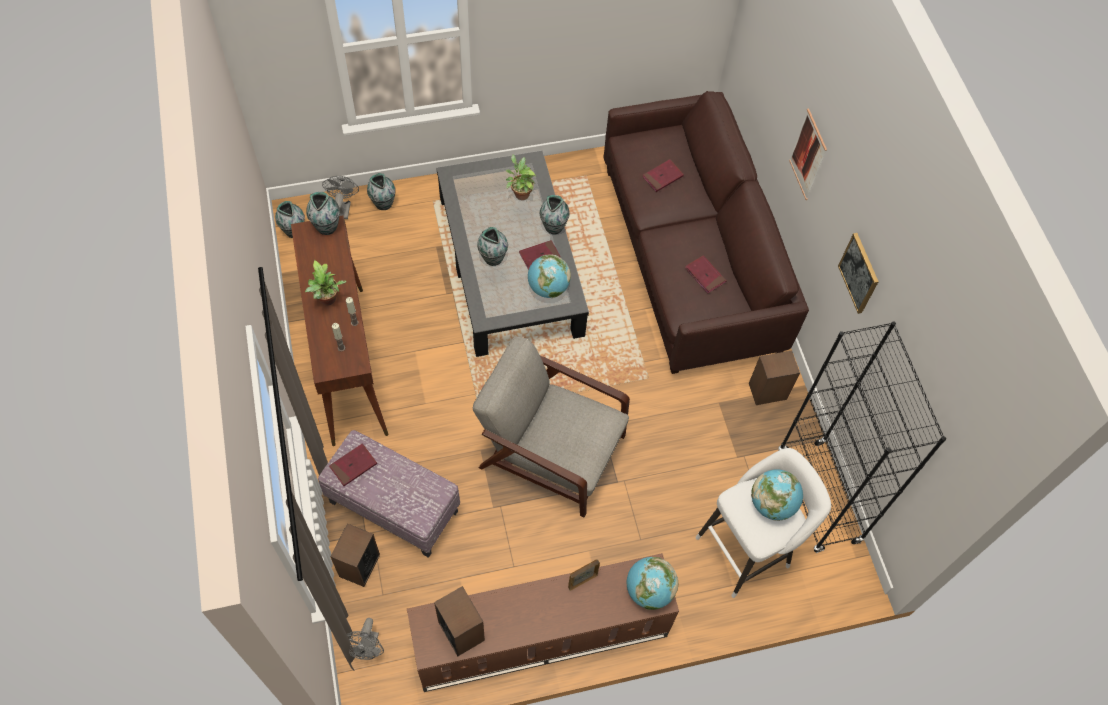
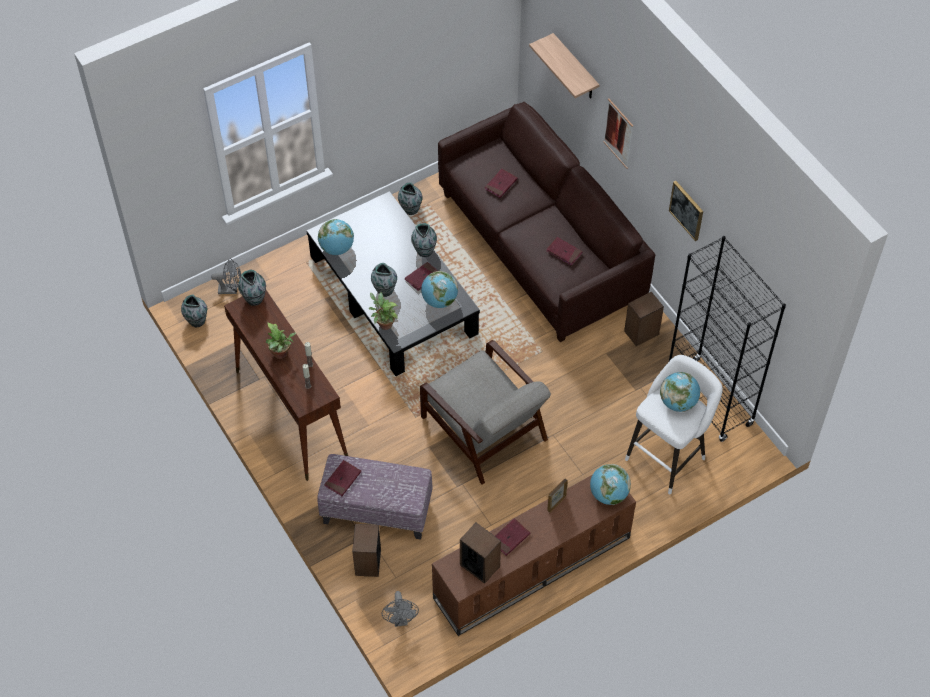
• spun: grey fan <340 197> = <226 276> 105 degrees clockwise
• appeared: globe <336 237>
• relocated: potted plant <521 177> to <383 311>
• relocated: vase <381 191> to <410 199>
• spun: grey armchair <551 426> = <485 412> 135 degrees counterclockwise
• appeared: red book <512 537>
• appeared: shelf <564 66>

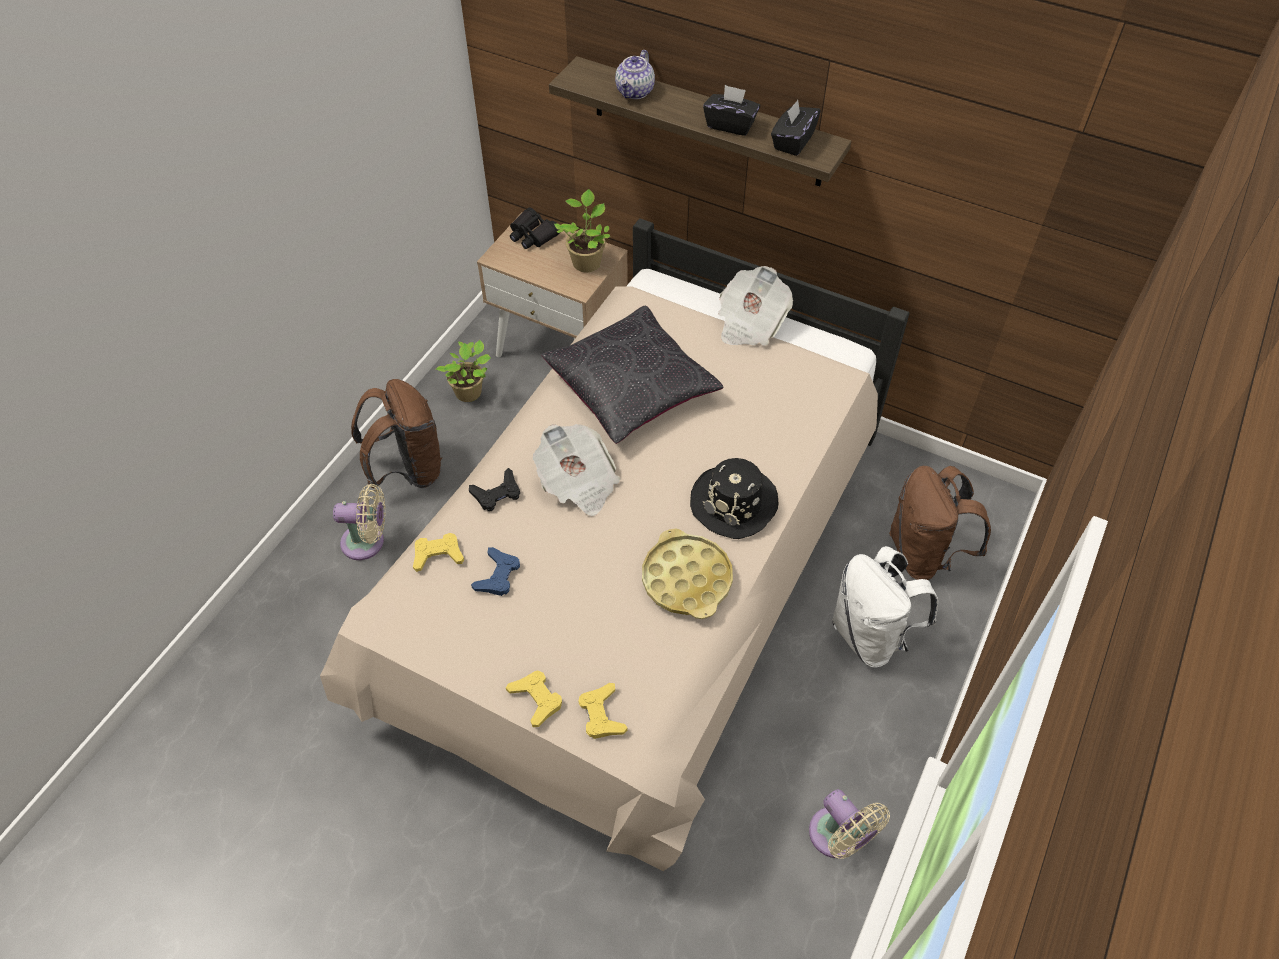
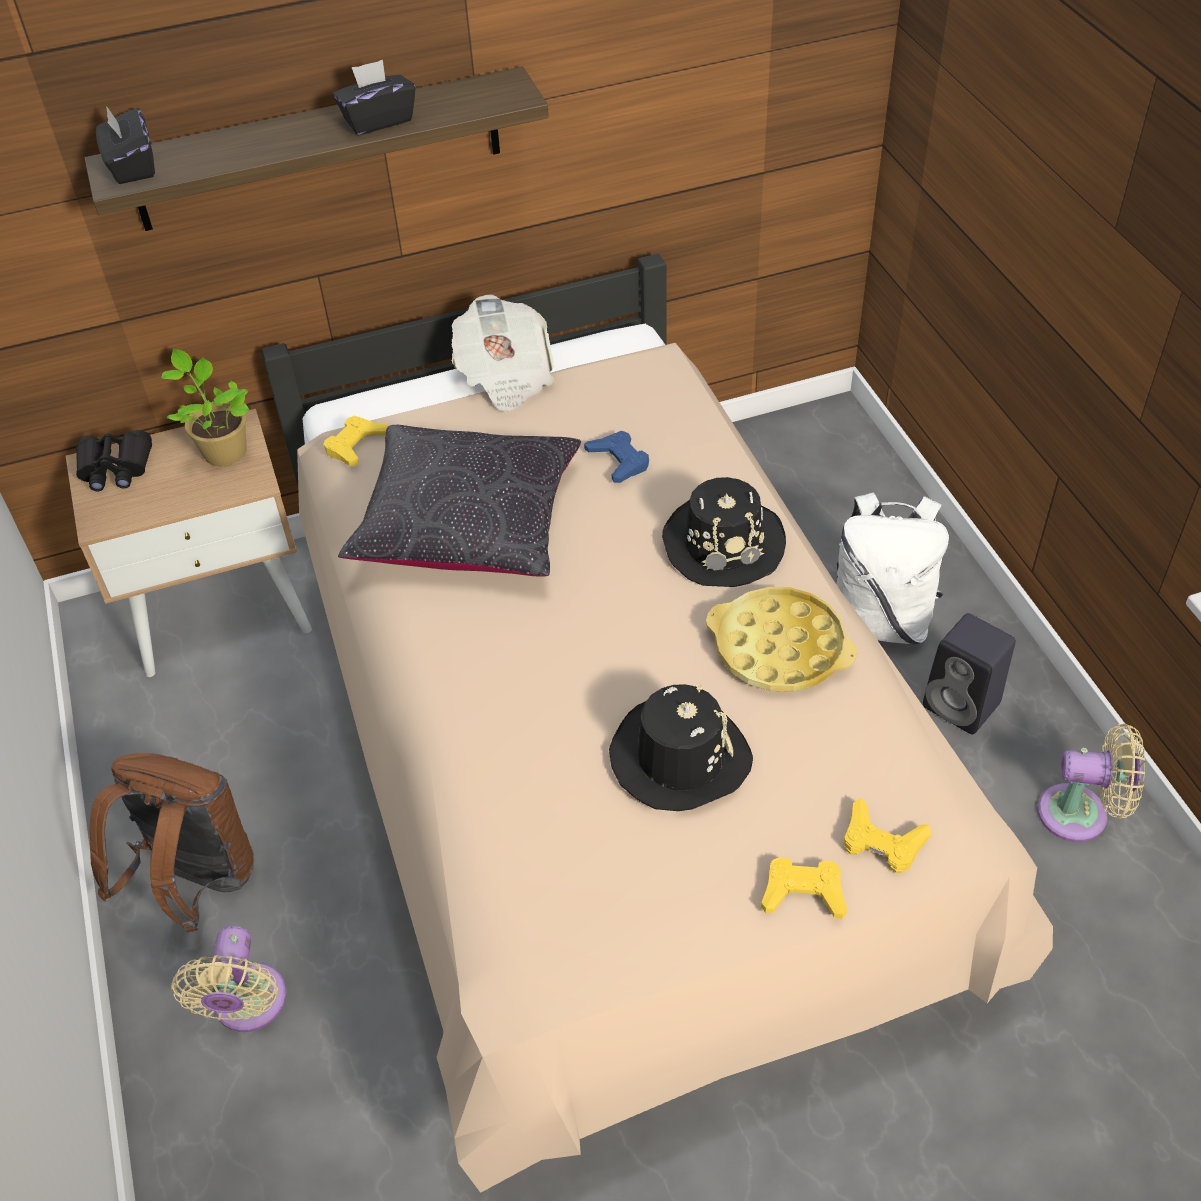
• relocated: black tissue box <796 128> to <125 145>
• spun: beige fan <359 522> = <228 979> 135 degrees clockwise
• relocated: yellow game controller <438 552> to <355 441>
• relocated: blue game controller <495 571> to <616 457>
• appeared: black hat <681 747>
• appeared: black speaker <969 674>
• missing: potted plant <463 371>
• missing: black game controller <494 490>
• missing: newspaper <576 470>
• missing: teapot <635 74>
• missing: brown backpack <940 523>

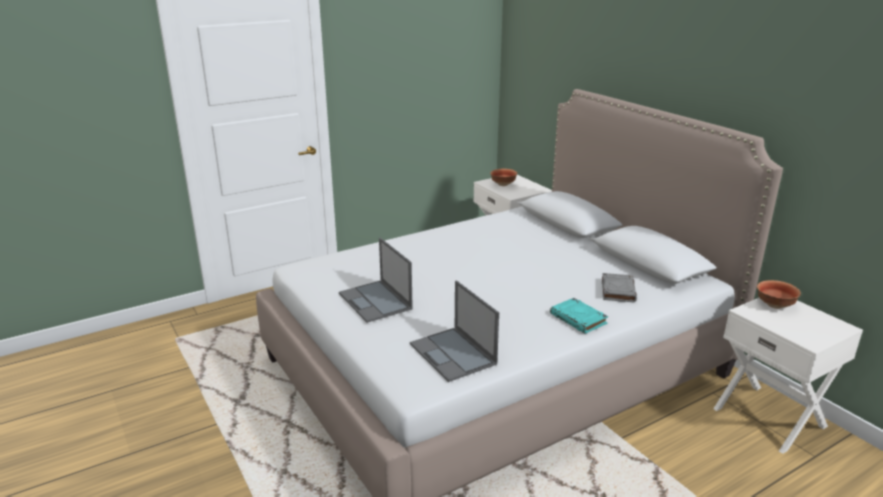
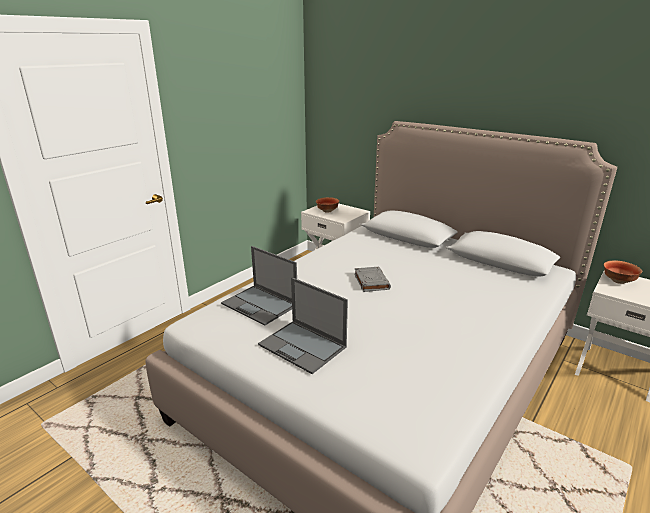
• relocated: laptop <454 331> to <259 286>
• relocated: grey book <619 287> to <372 279>
• missing: turquoise book <579 316>

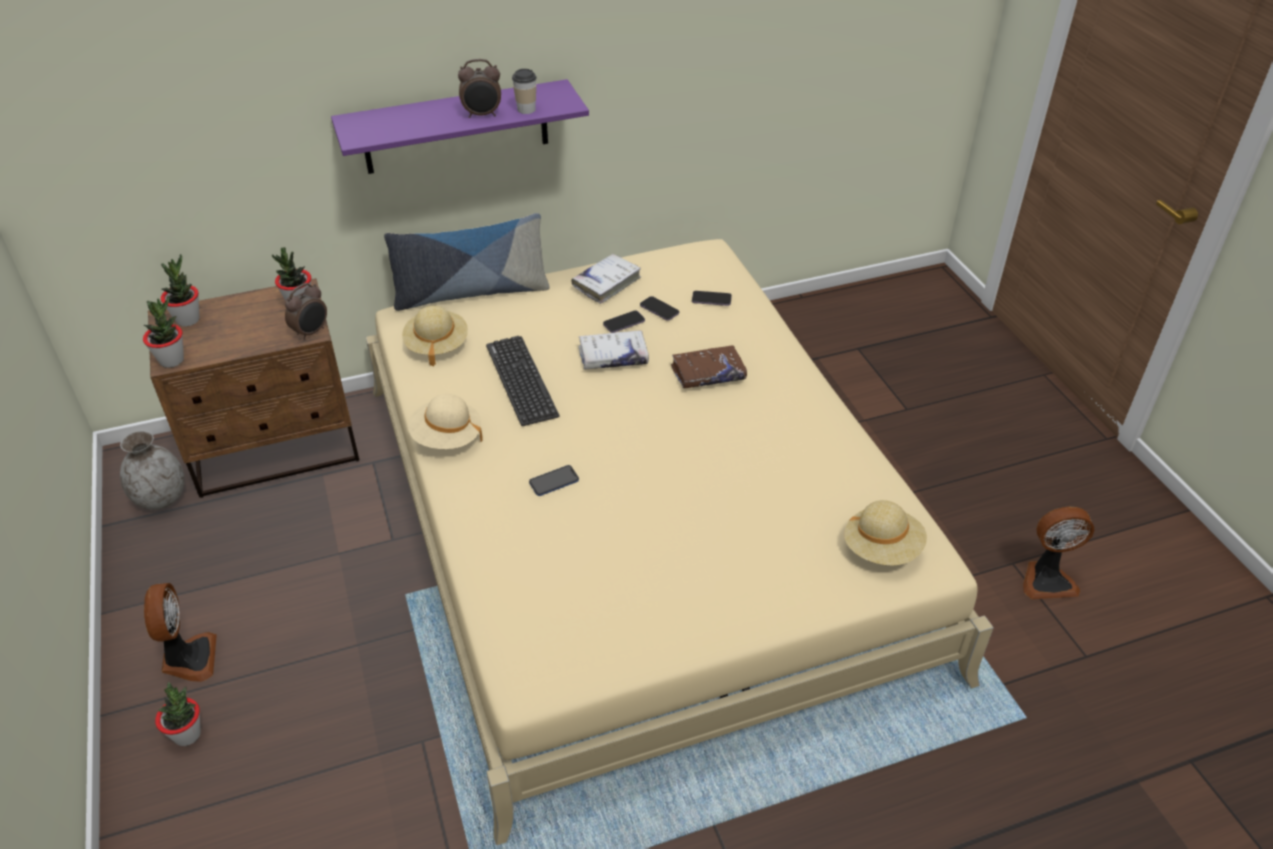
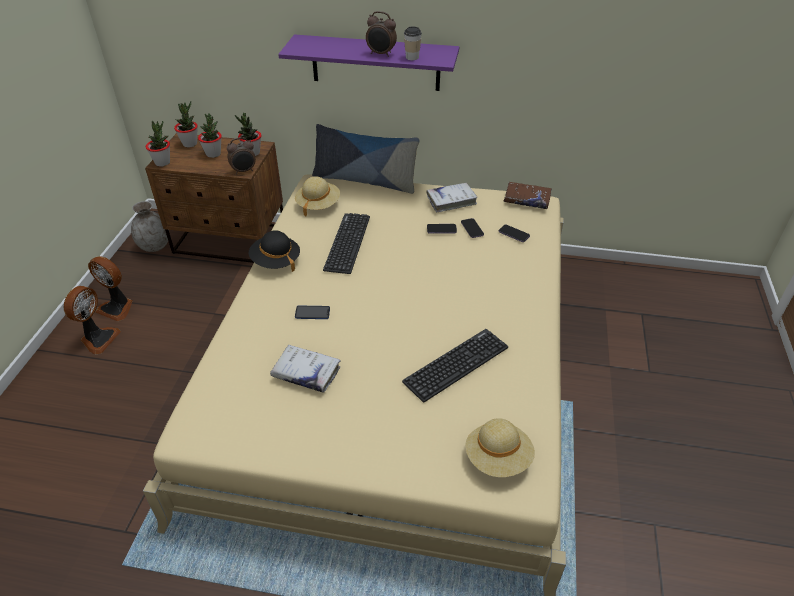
• relocated: fan <1058 552> to <110 288>
• relocated: potted plant <178 714> to <210 135>
• colour: beige hat <445 421> to black hat <274 251>
• relocated: white book <614 350> to <305 369>
• appeared: keyboard <455 365>
• relocated: brown book <709 367> to <527 195>

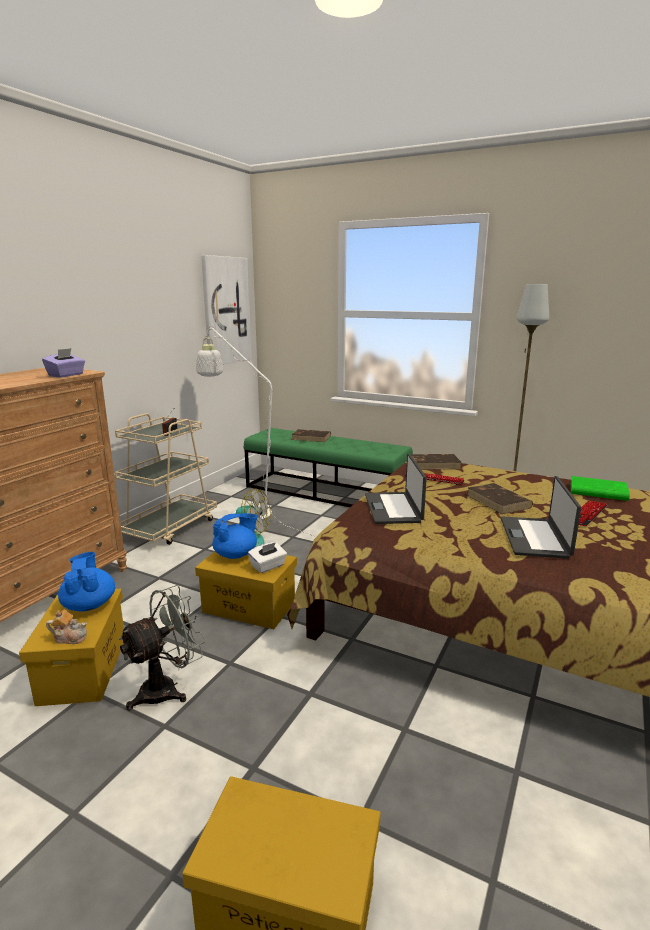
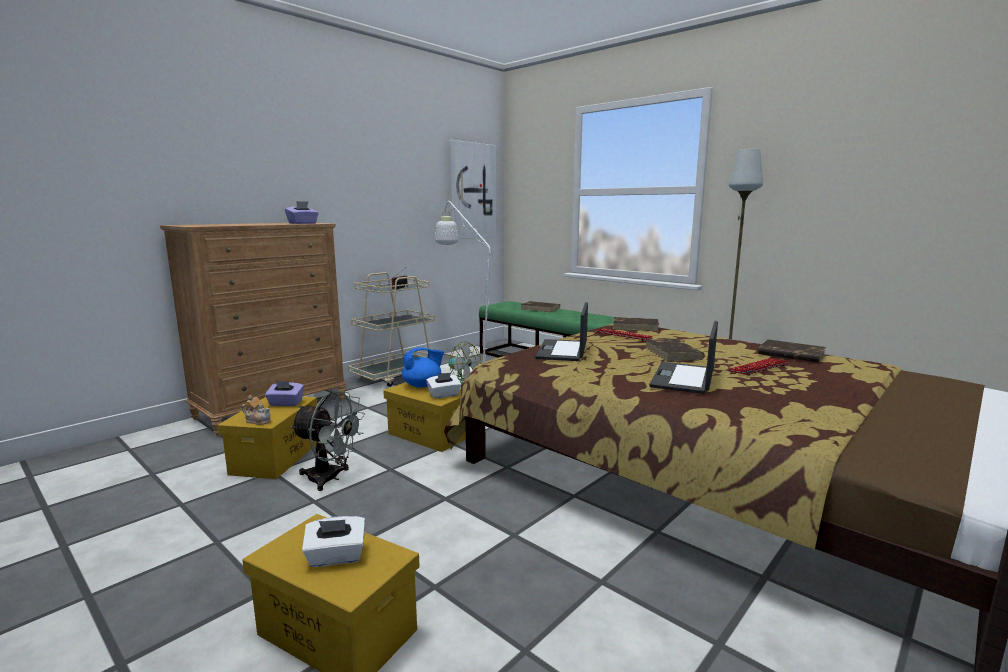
• exchanged: blue teapot <86 582> to purple tissue box <284 393>
• spun: grey fan <162 648> = <327 440> 45 degrees clockwise
• appeared: white tissue box <333 541>
• colour: green book <600 488> to brown book <792 351>

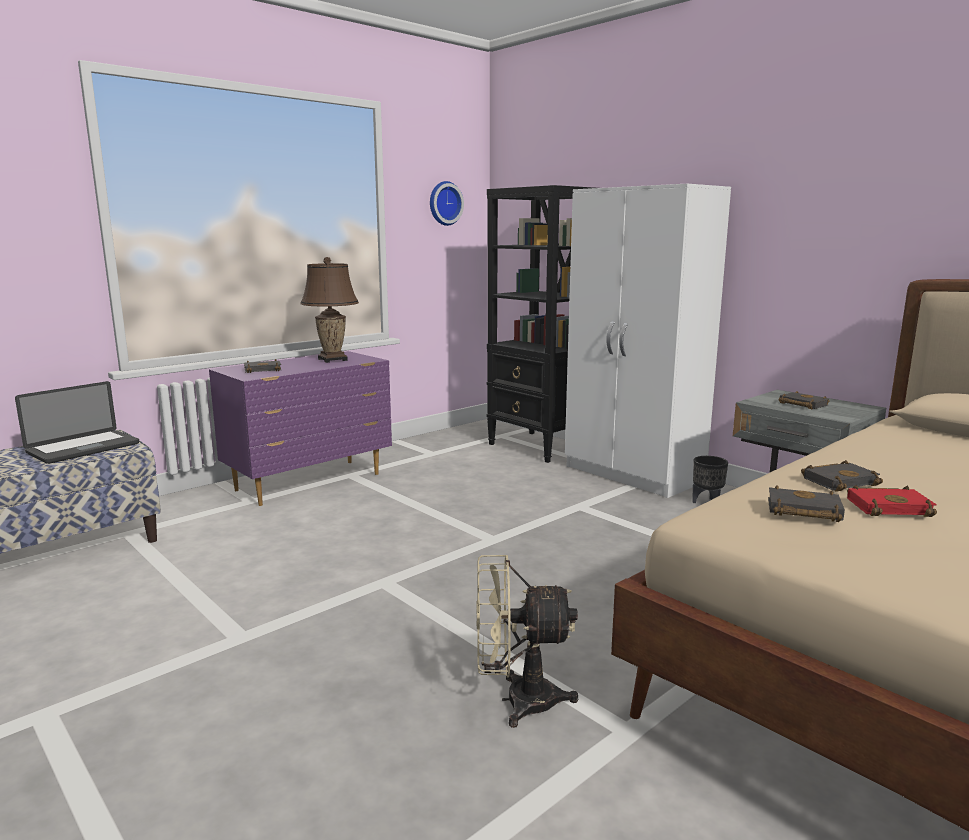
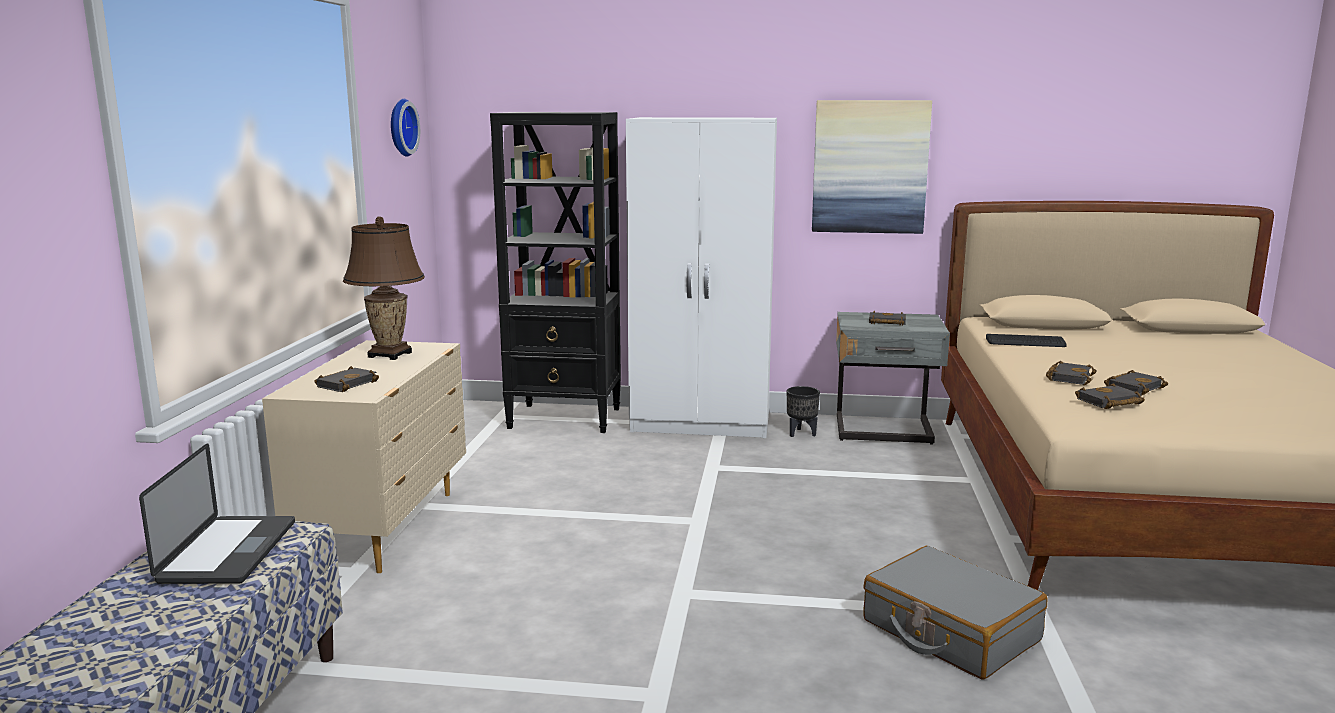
• colour: purple dresser <300 428> to beige dresser <364 456>
• appeared: picture <872 167>
• exchanged: beige fan <527 641> to grey suitcase <955 613>
• appeared: keyboard <1026 340>
• colour: red book <892 501> to black book <1136 382>

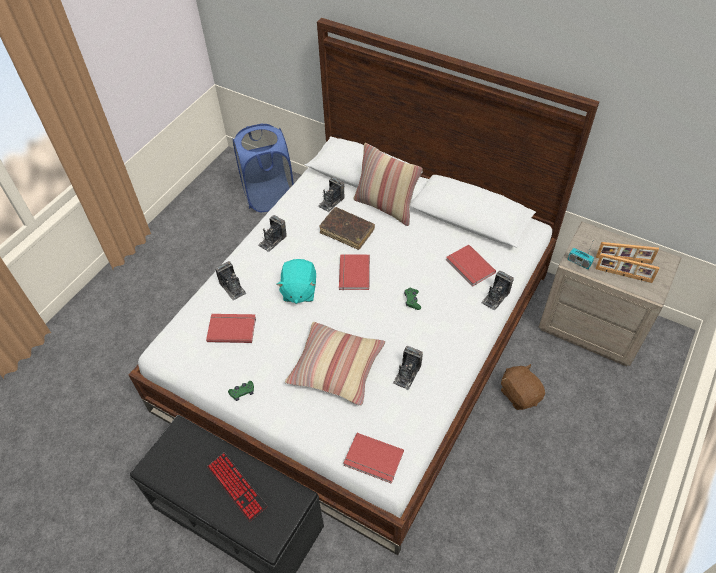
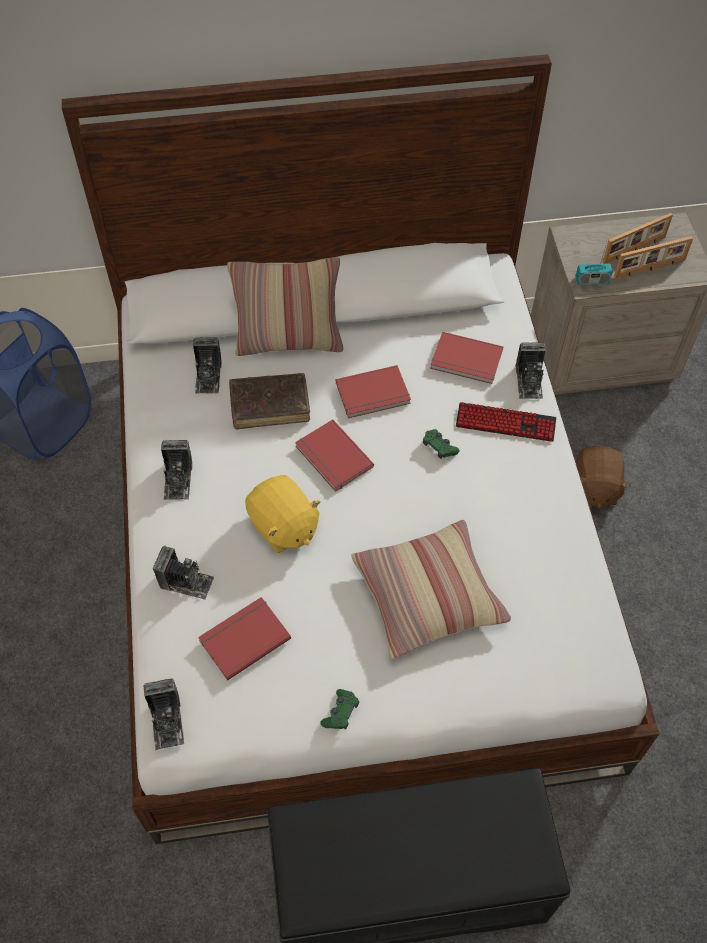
• relocated: photo camera <408 368> to <164 714>
• colour: turquoise plush toy <296 281> to yellow plush toy <283 514>
• relocated: red book <373 458> to <373 391>
• relocated: keyboard <237 487> to <506 422>
• spun: brown plush toy <523 387> = <603 477> 105 degrees counterclockwise

